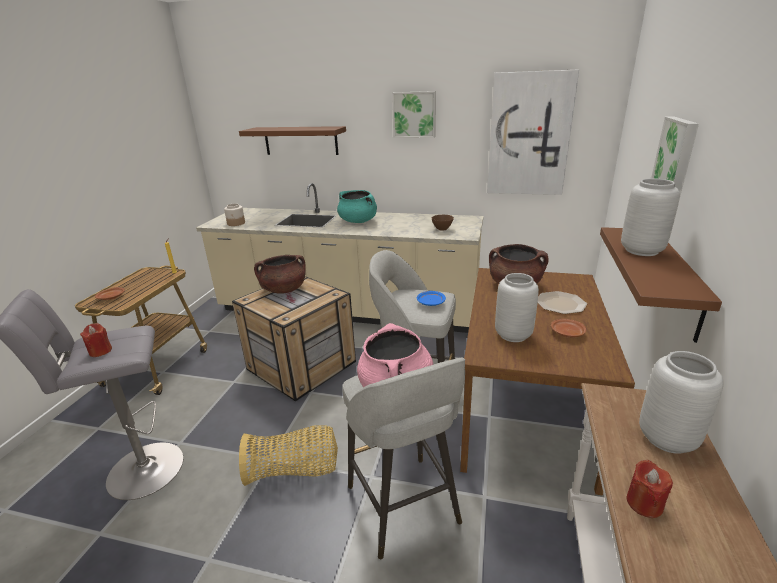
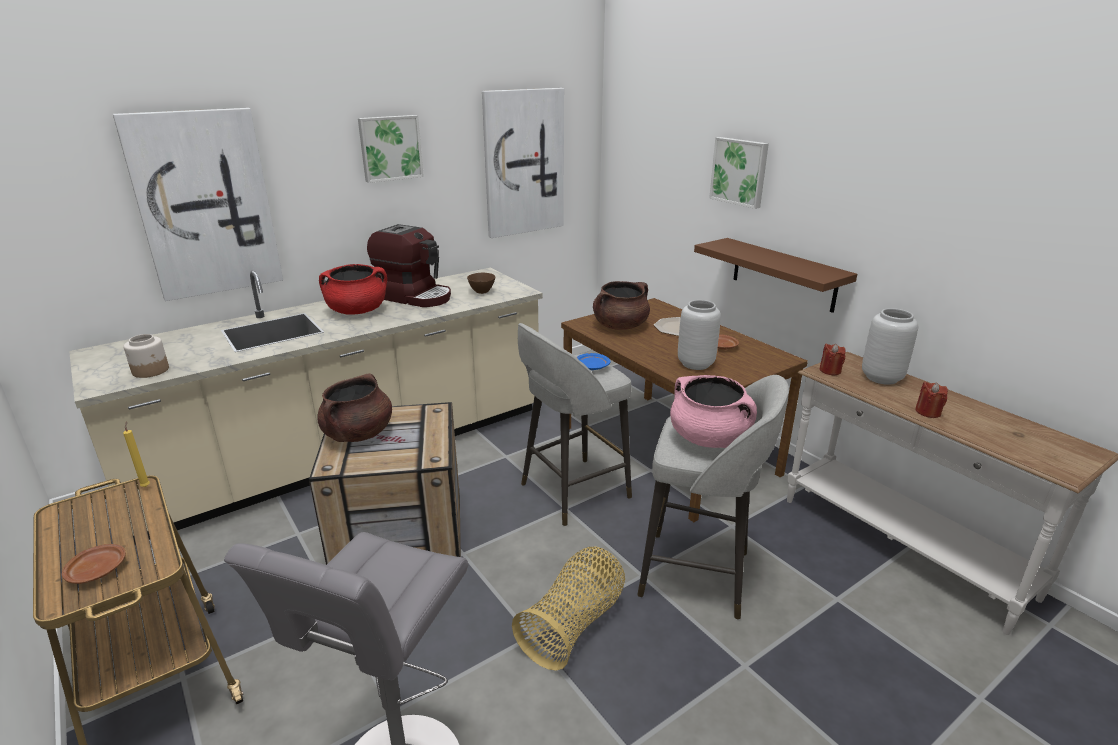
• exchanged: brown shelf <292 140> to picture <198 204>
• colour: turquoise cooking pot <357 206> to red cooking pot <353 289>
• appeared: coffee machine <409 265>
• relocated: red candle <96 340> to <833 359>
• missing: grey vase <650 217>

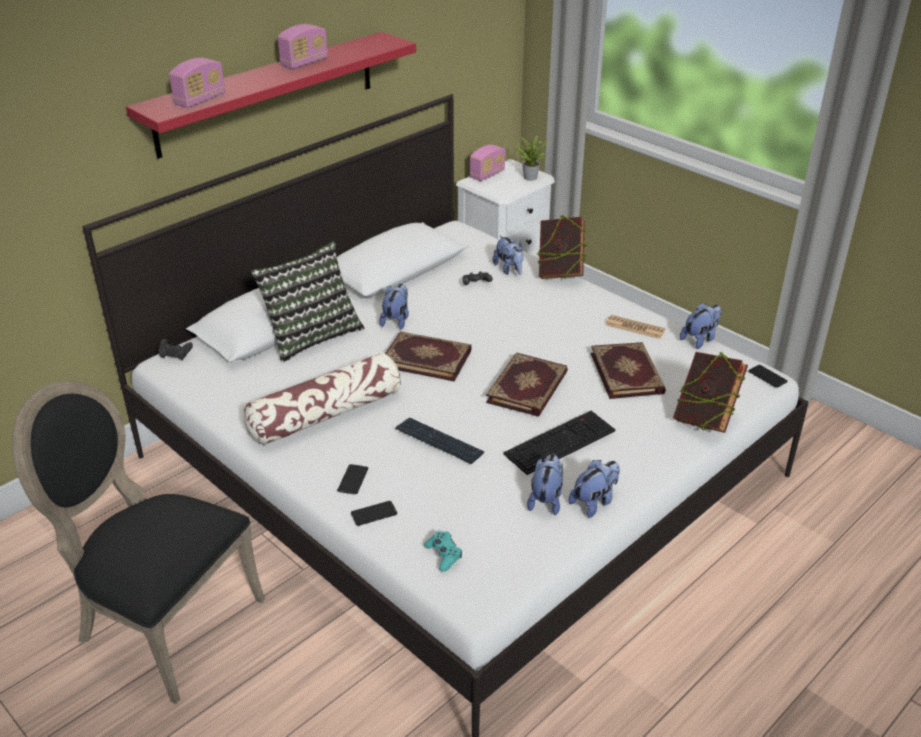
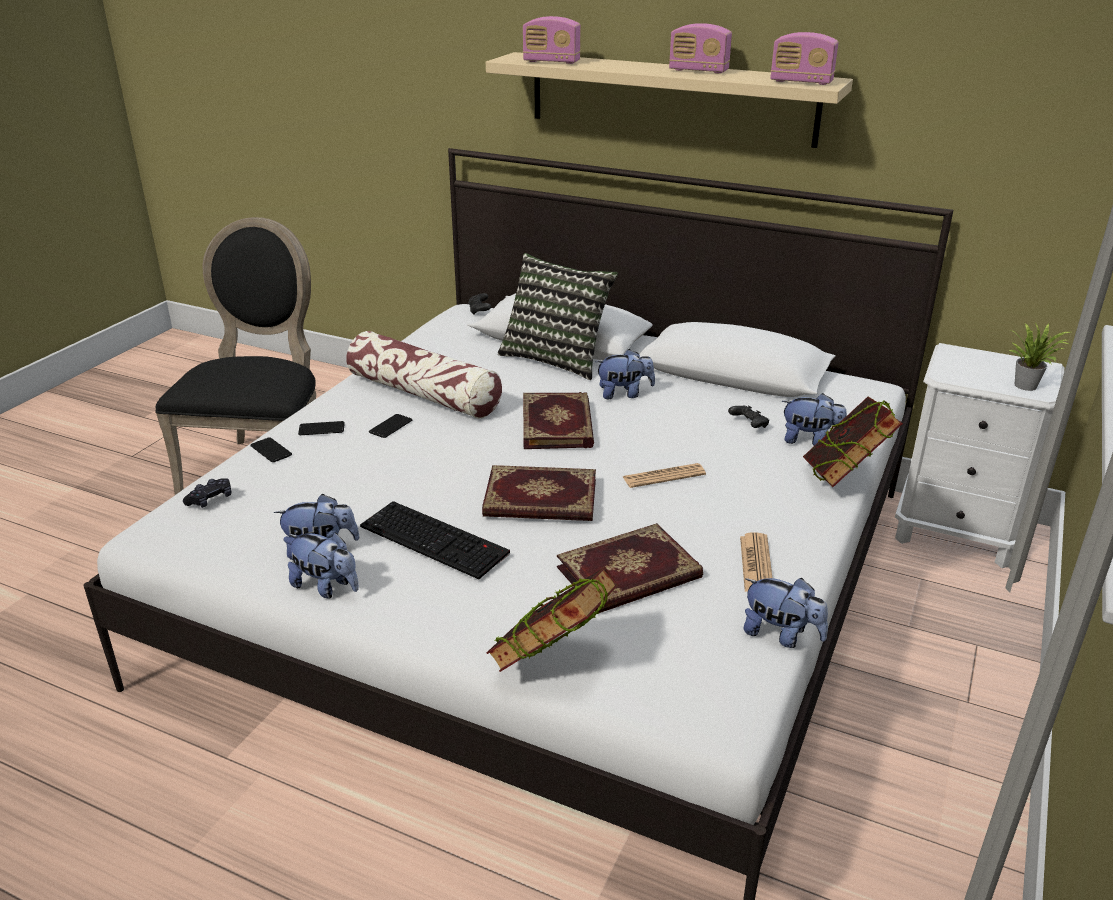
• colour: turquoise game controller <443 551> to black game controller <207 493>
• relocated: phone <768 376> to <390 426>
• colour: red shelf <271 95> to beige shelf <669 100>
• appeared: newspaper <664 475>
• relocated: radio <487 163> to <804 58>
• spun: plush toy <508 255> = <814 419> 120 degrees counterclockwise
• missing: keyboard <439 441>

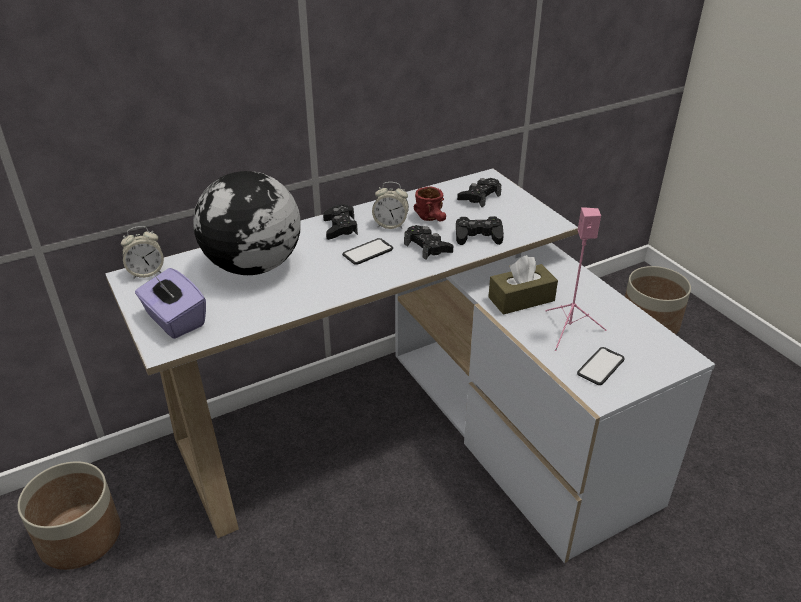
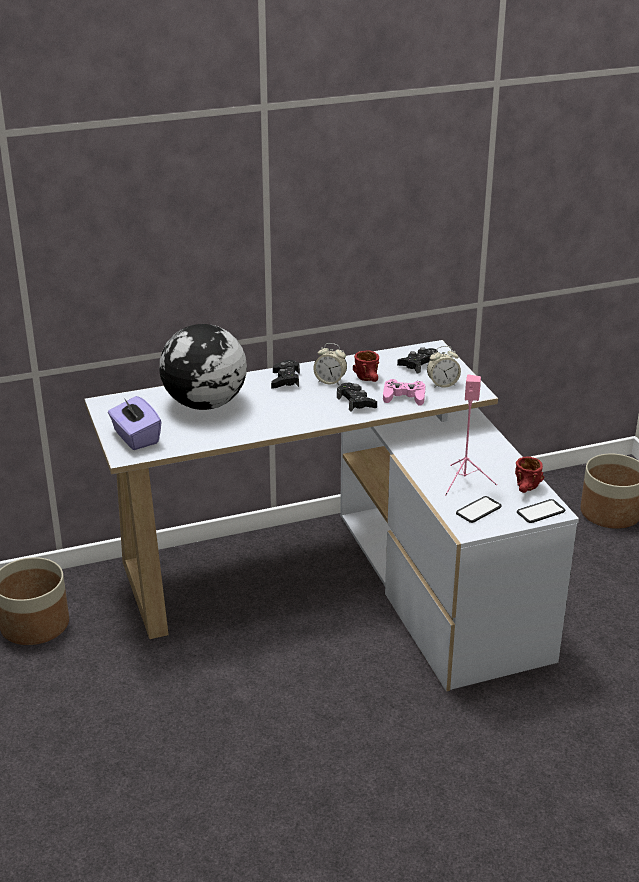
• colour: black game controller <480 230> to pink game controller <404 392>
• relocated: alarm clock <142 252> to <444 367>
• appeared: red mug <529 474>
• relocated: phone <367 251> to <541 511>
• missing: brown tissue box <523 285>

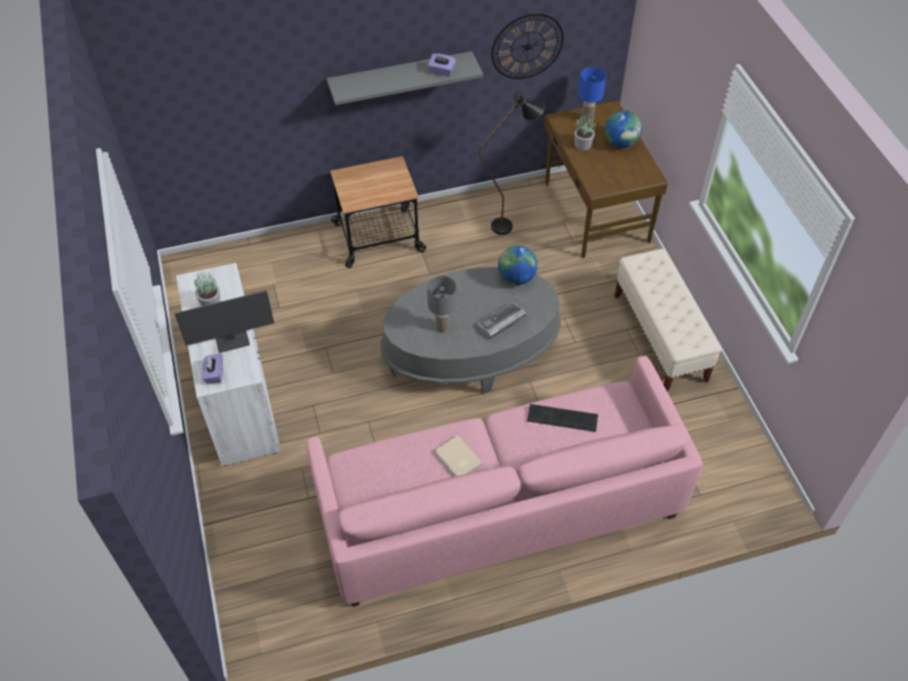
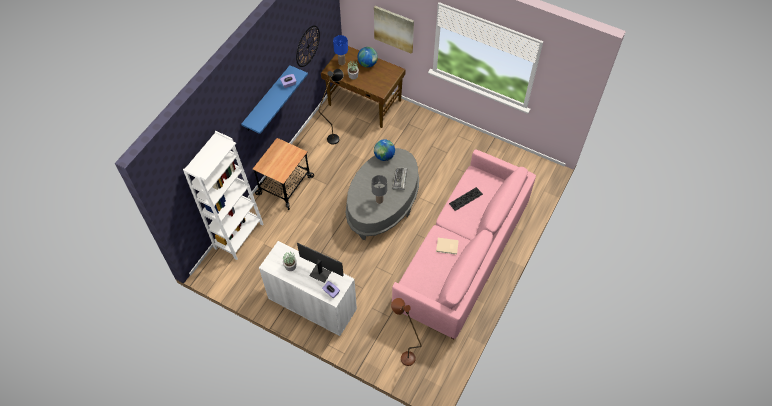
• appeared: white bookcase <223 195>
• colour: grey shelf <405 78> to blue shelf <274 99>
• spun: monitor <224 321> = <320 263> 90 degrees counterclockwise
• appeared: picture <394 30>
• appeared: brown floor lamp <406 332>
• missing: beige bench <668 320>

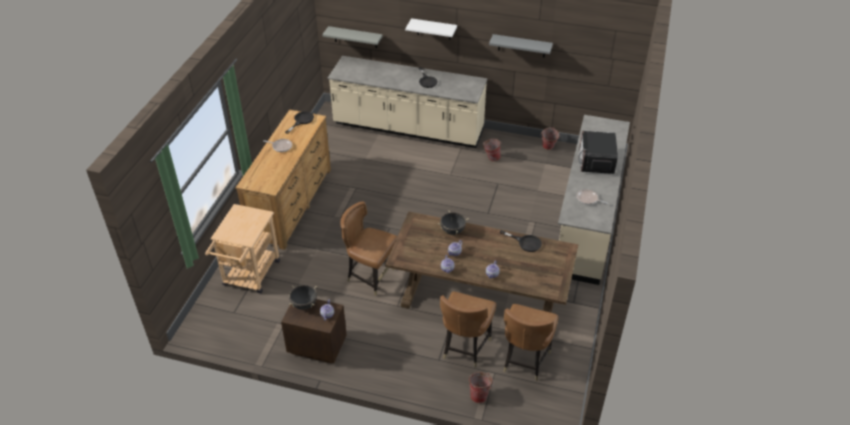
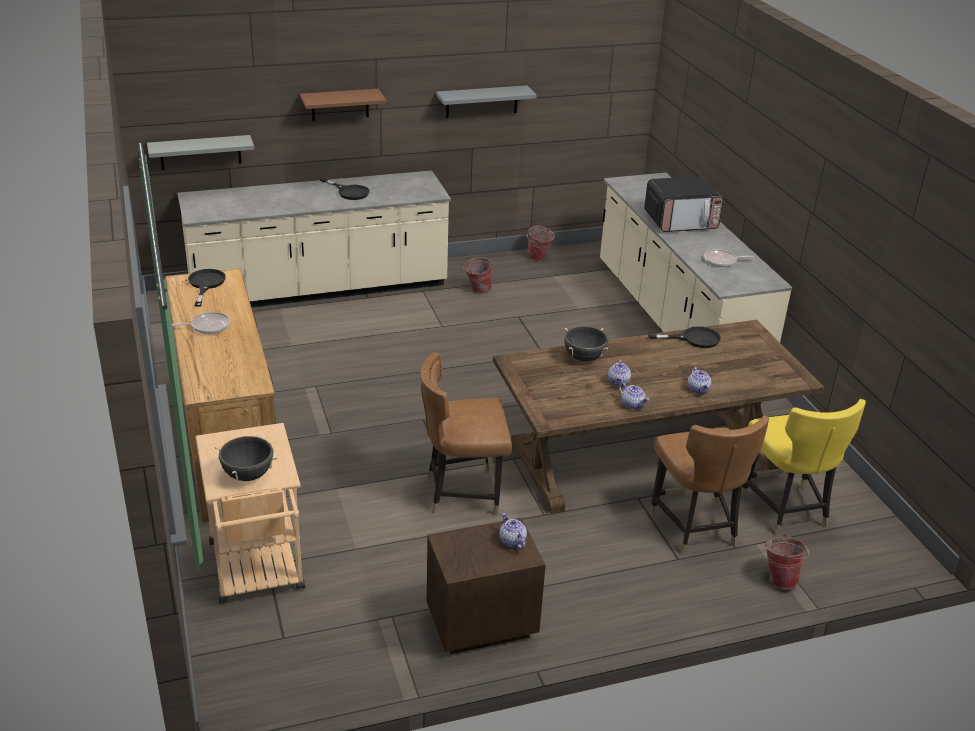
• relocated: black cooking pot <303 297> to <246 457>
• colour: white shelf <431 29> to brown shelf <343 105>
• spun: microwave <598 152> = <684 204> 75 degrees counterclockwise
• colour: brown chair <530 342> to yellow chair <803 467>

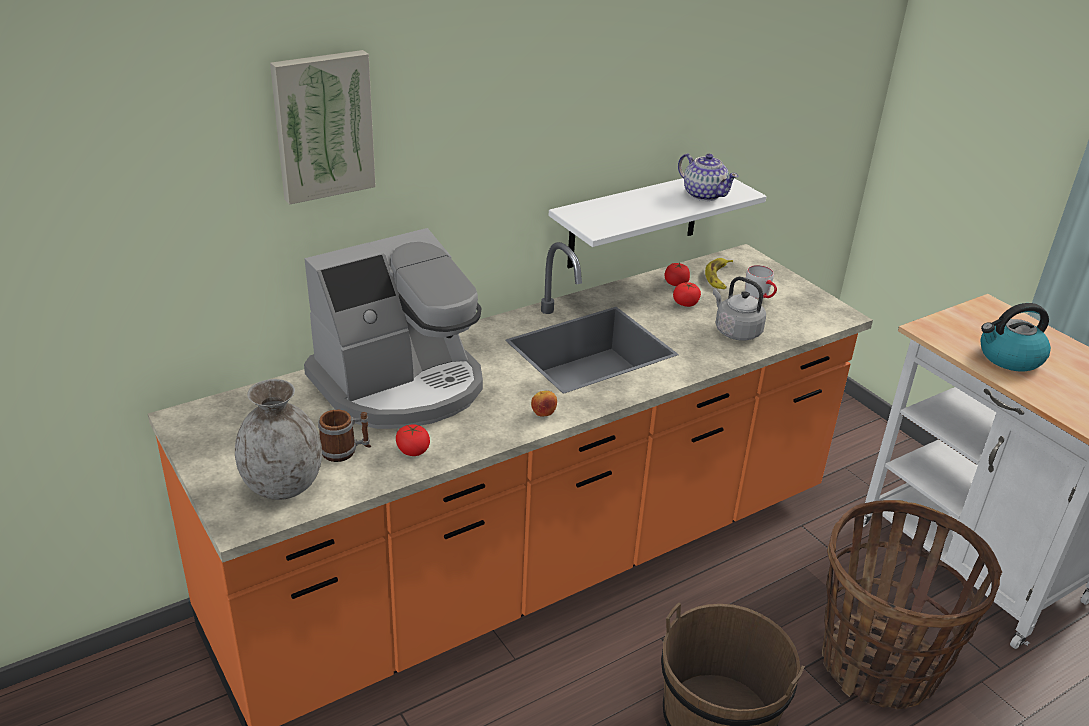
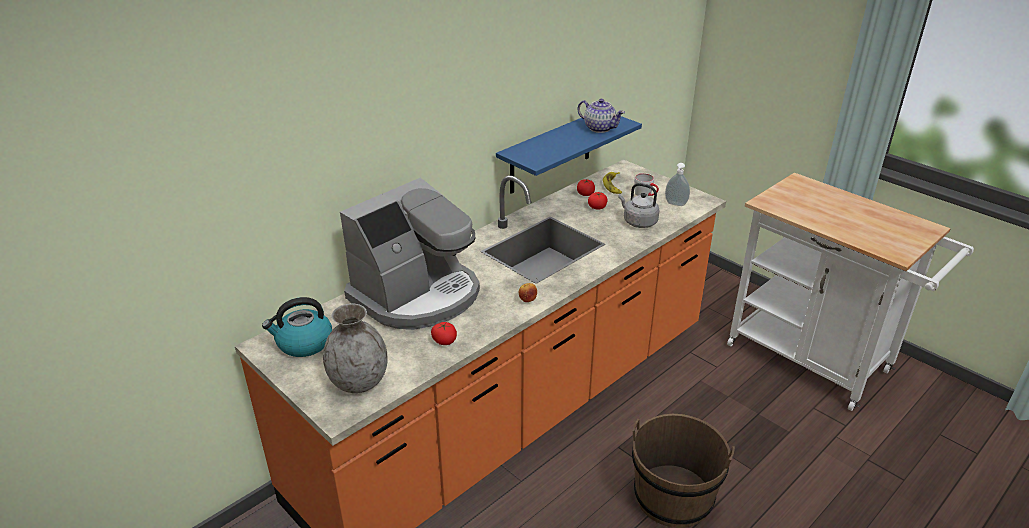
• relocated: kettle <1016 337> to <297 327>
• colour: white shelf <658 223> to blue shelf <569 155>
• appeared: soap dispenser <677 184>
• missing: picture <323 127>
• missing: mug <344 436>
• missing: basket <912 604>

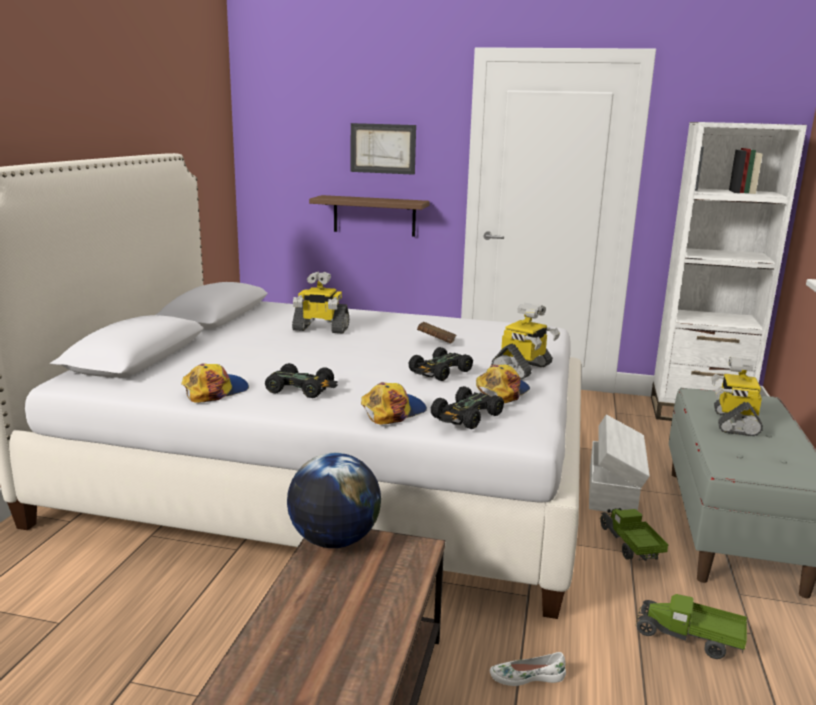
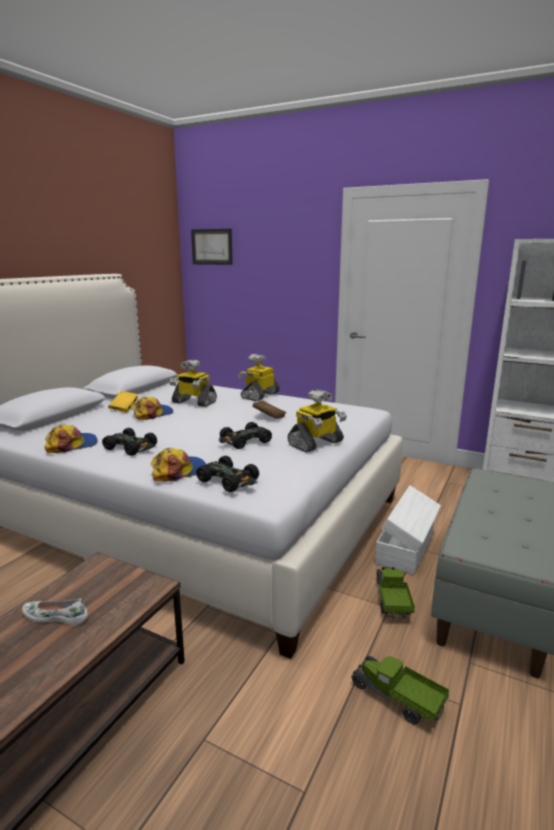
• relocated: white shoe <528 669> to <55 611>
• appeared: yellow book <123 402>
• relocated: cap <503 383> to <152 408>
• relocated: picture <383 149> to <212 247>
• spun: black toy car <467 407> = <227 474> 105 degrees counterclockwise
• relocated: toy robot <737 396> to <259 377>
• missing: globe <334 500>
• missing: brown shelf <369 216>

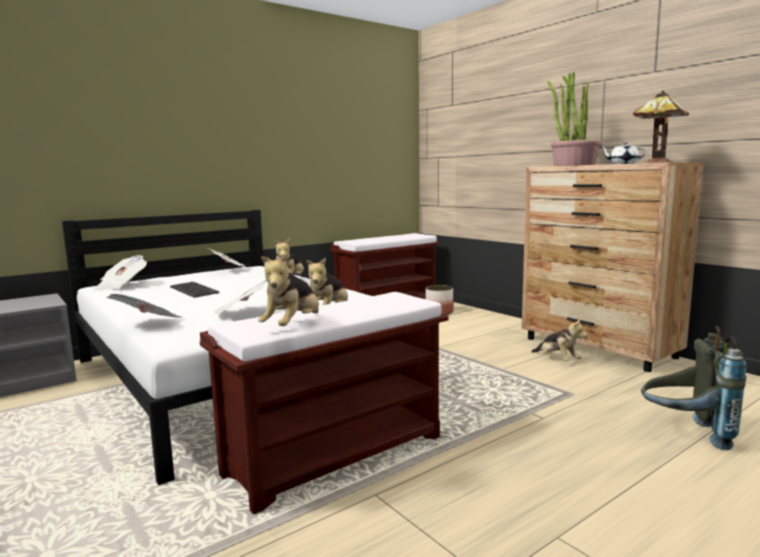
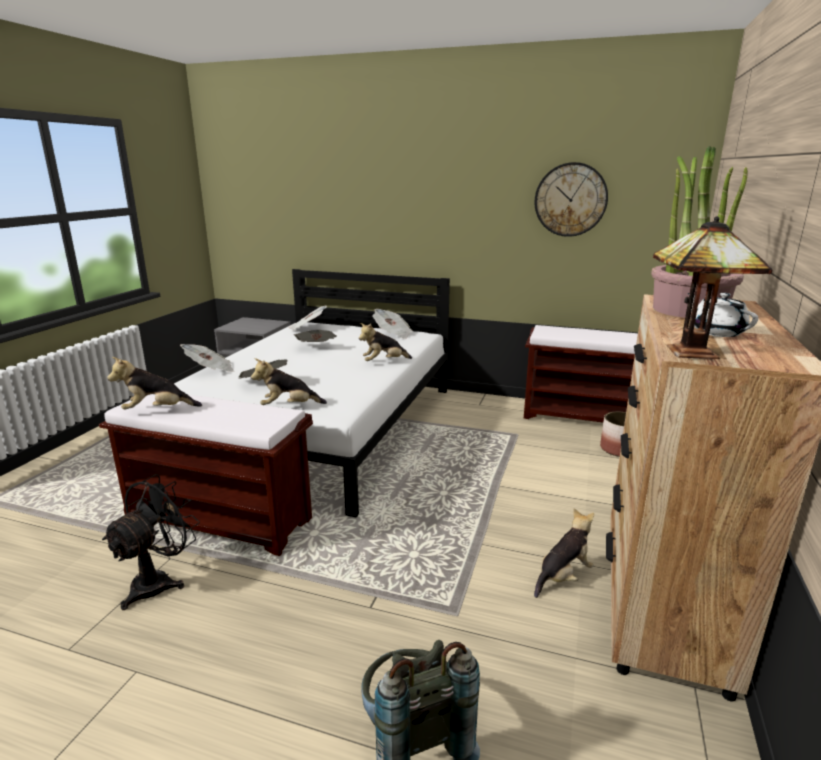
• appeared: black fan <151 542>
• exchanged: keyboard <194 290> to newspaper <315 336>
• spun: plush toy <559 339> = <564 553> 150 degrees counterclockwise
• appeared: wall clock <571 199>

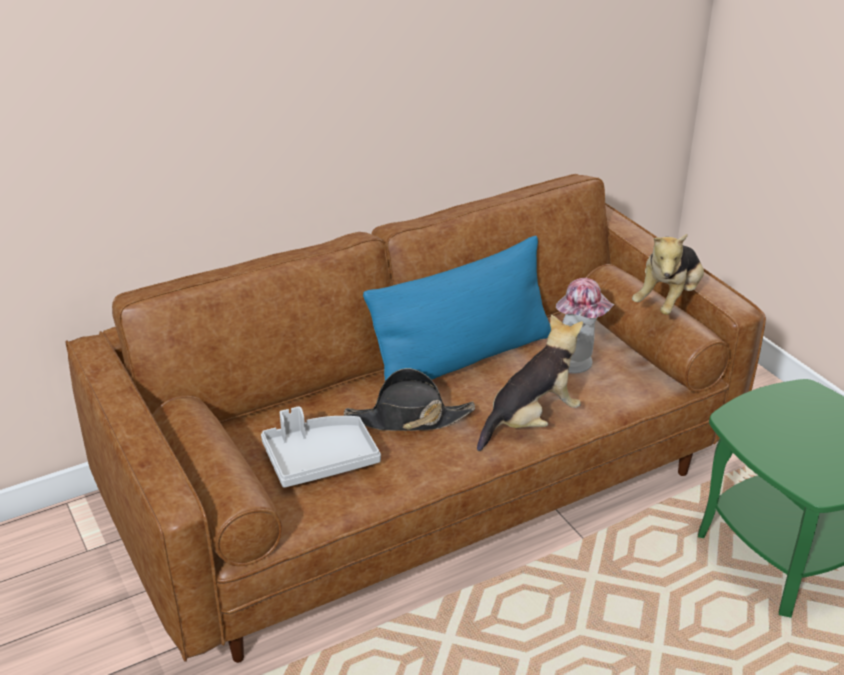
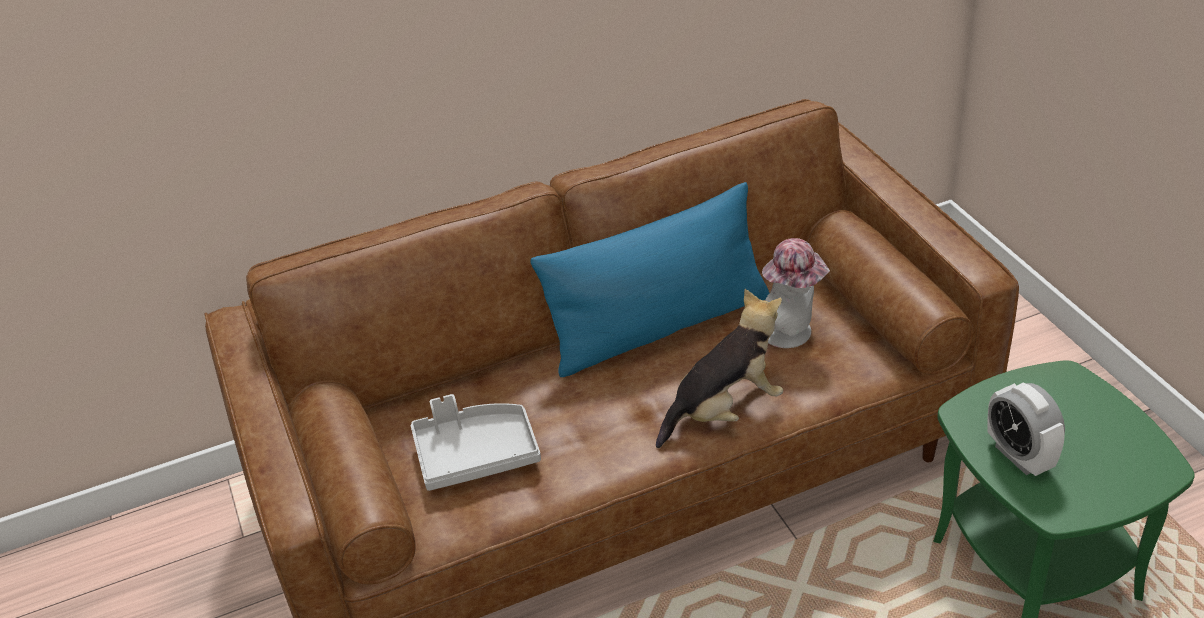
• appeared: alarm clock <1026 429>
• missing: black hat <409 399>
• missing: plush toy <668 274>

